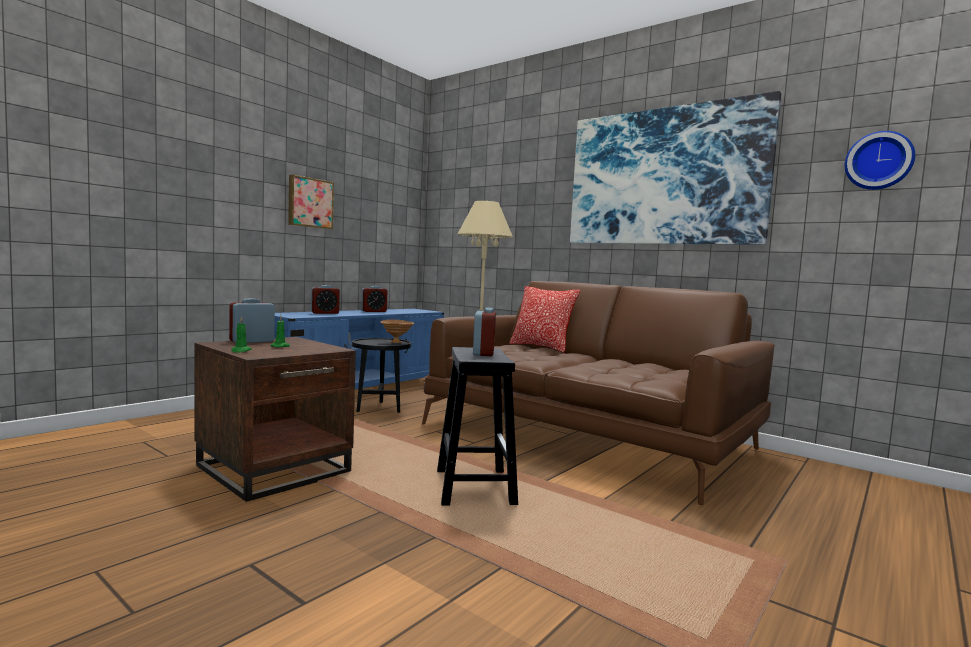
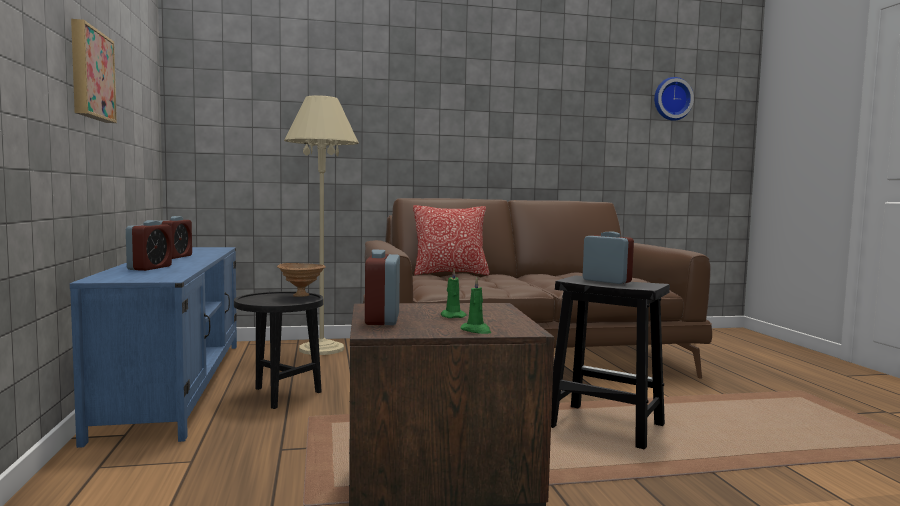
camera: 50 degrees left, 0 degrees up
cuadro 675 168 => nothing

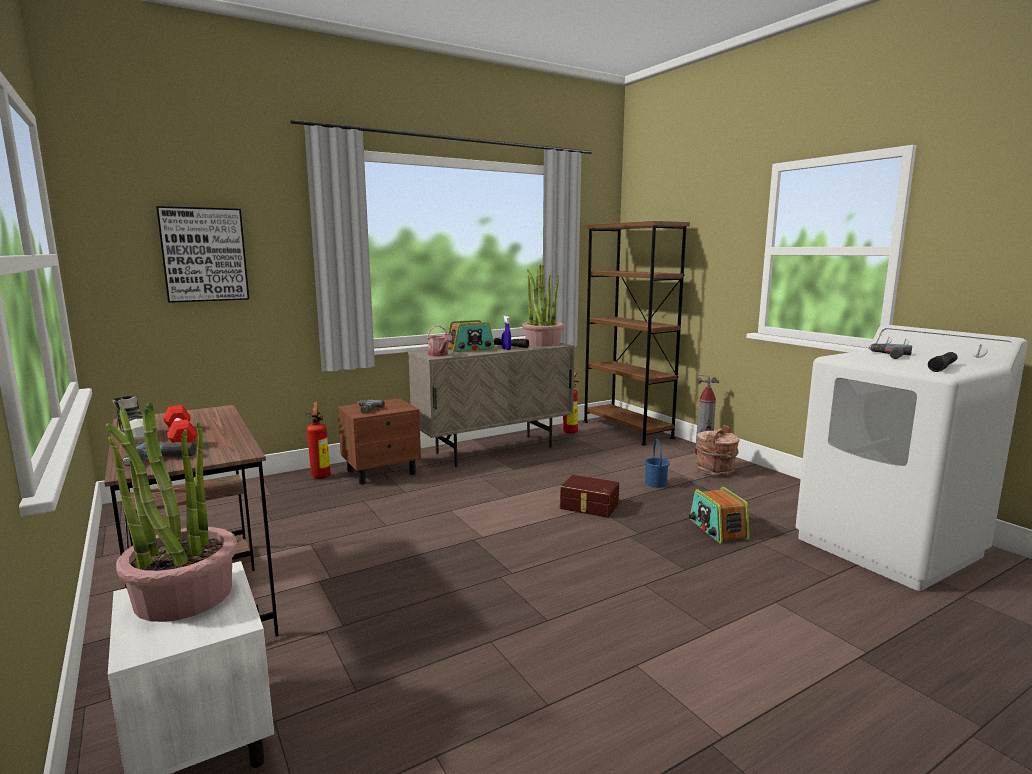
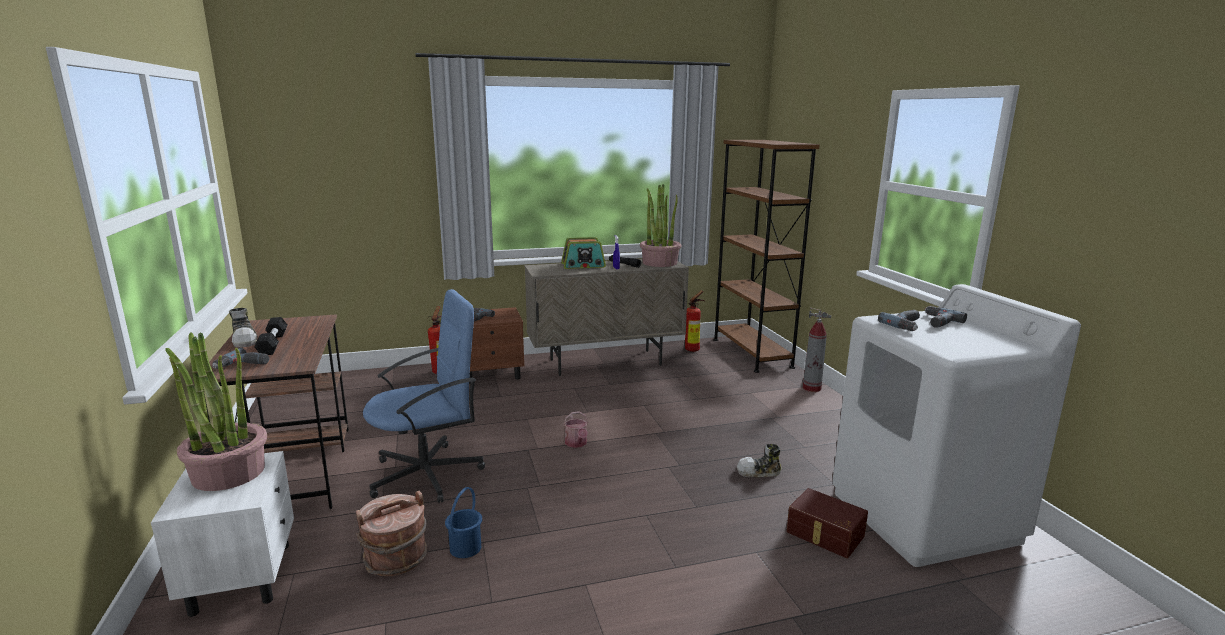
camera: 15 degrees right, 5 degrees up
mancuerna/rojo 180 424 => mancuerna/negro 271 336
cubo/marrón 717 451 => cubo/marrón 391 533, move
nothing => silla de oficina/azul 424 396
cubo/azul 657 463 => cubo/azul 463 522, move
regadera 439 341 => regadera 575 429, move
radio 719 515 => zapato 759 460
caja de almacenaje/marrón 589 496 => caja de almacenaje/marrón 827 523, move
nothing => taladro 899 320
cuadro 202 254 => nothing
linterna/negro 943 362 => nothing

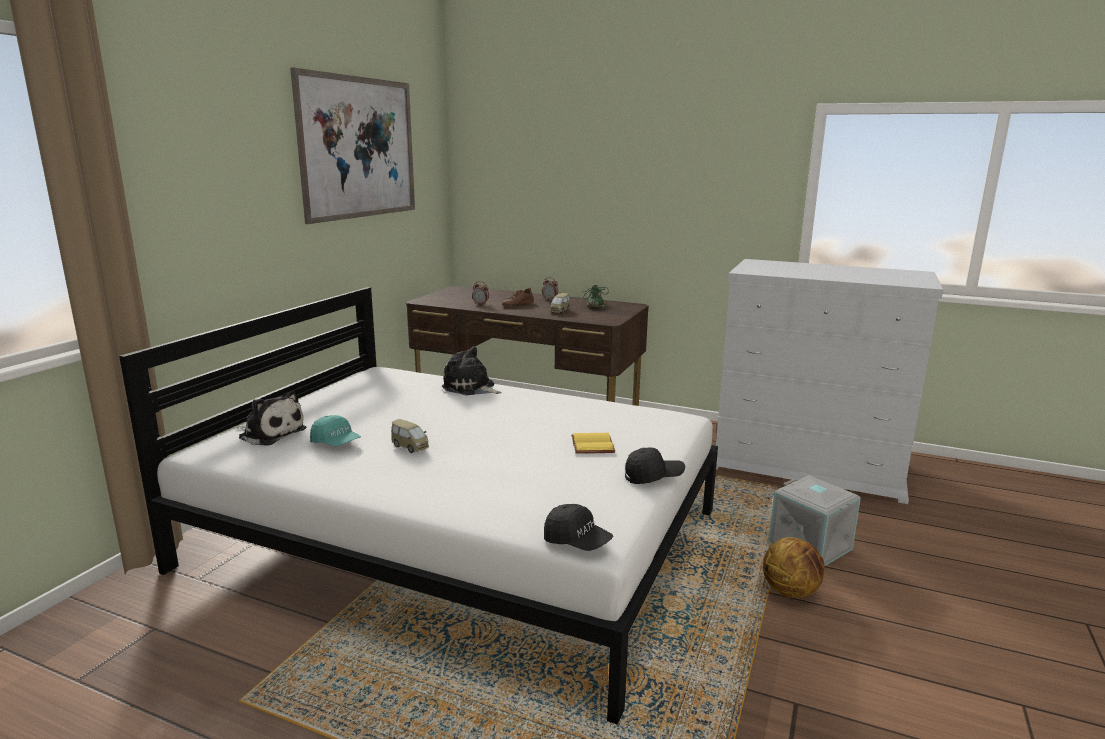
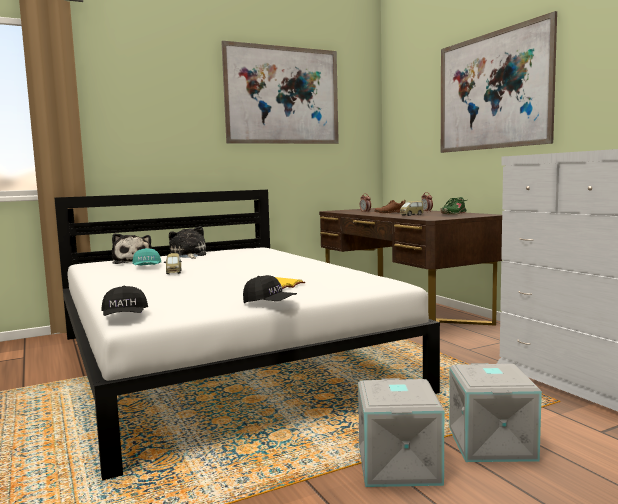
camera: 40 degrees right, 10 degrees down
peluche 472 370 => peluche 187 242, move
balón de baloncesto 794 567 => caja de almacenaje/gris 401 432
nothing => cuadro 499 82

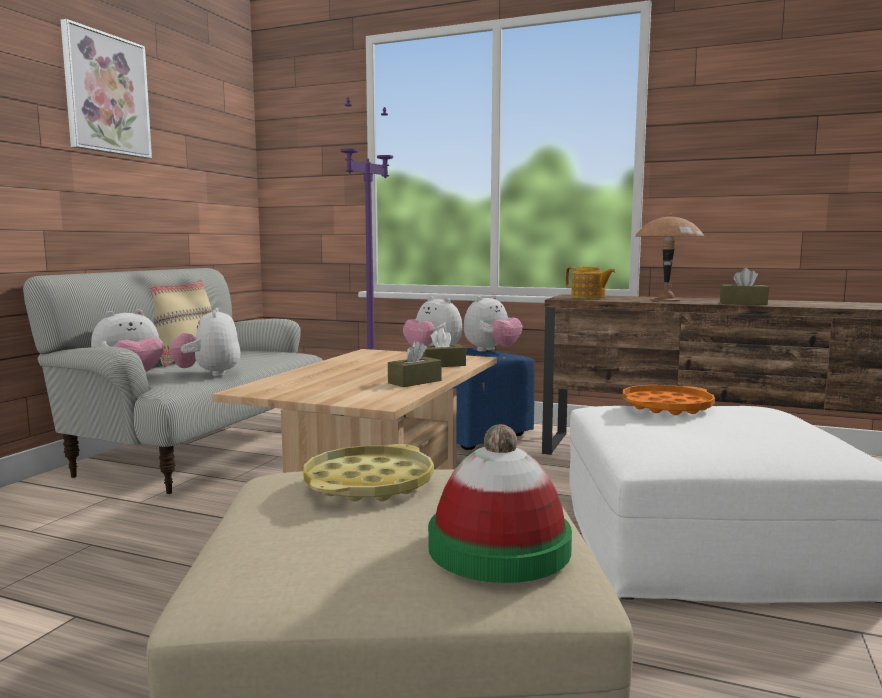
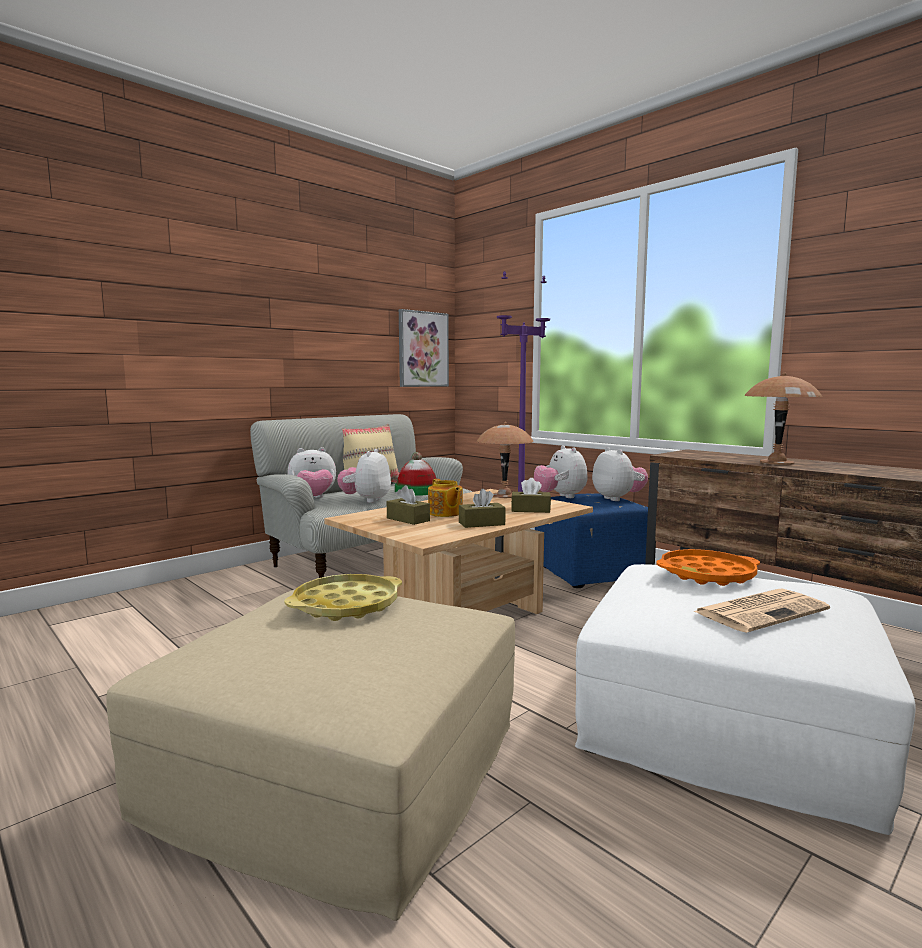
camera: 25 degrees right, 0 degrees up
caja de pañuelos/marrón 744 286 => caja de pañuelos/marrón 408 505, move
sombrero 500 503 => sombrero 416 474, move
cuadro 106 89 => cuadro 424 348, move
tetera 590 282 => tetera 445 498, move
nothing => lámpara de mesa/marrón 505 460
peluche 493 323 => peluche 620 474, 90 degrees counterclockwise
nothing => periódico 761 610

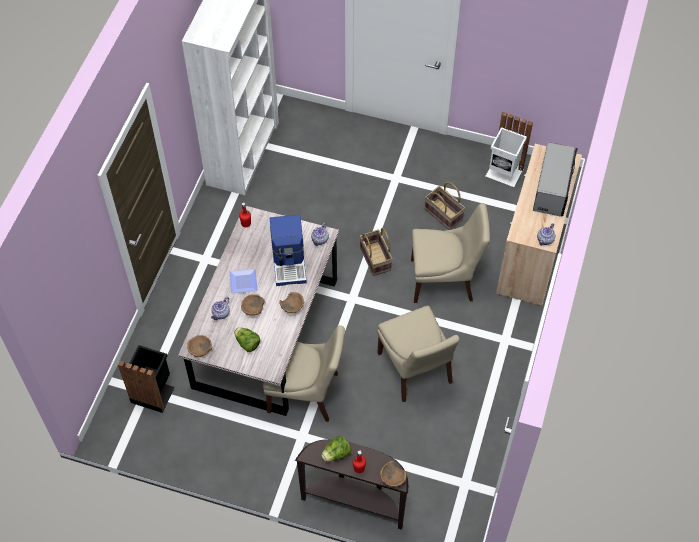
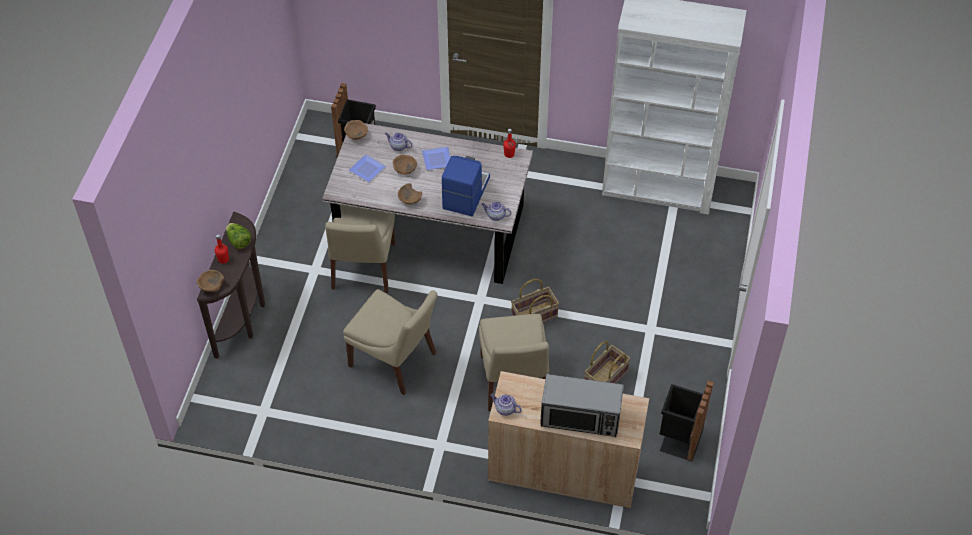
camera: 85 degrees right, 5 degrees down
silla/beis 418 354 => silla/beis 390 342, 120 degrees counterclockwise
lechuga 247 339 => plato 367 168
cafetera 288 250 => cafetera 465 186, 120 degrees clockwise
papelera/blanco 509 149 => papelera/negro 687 420

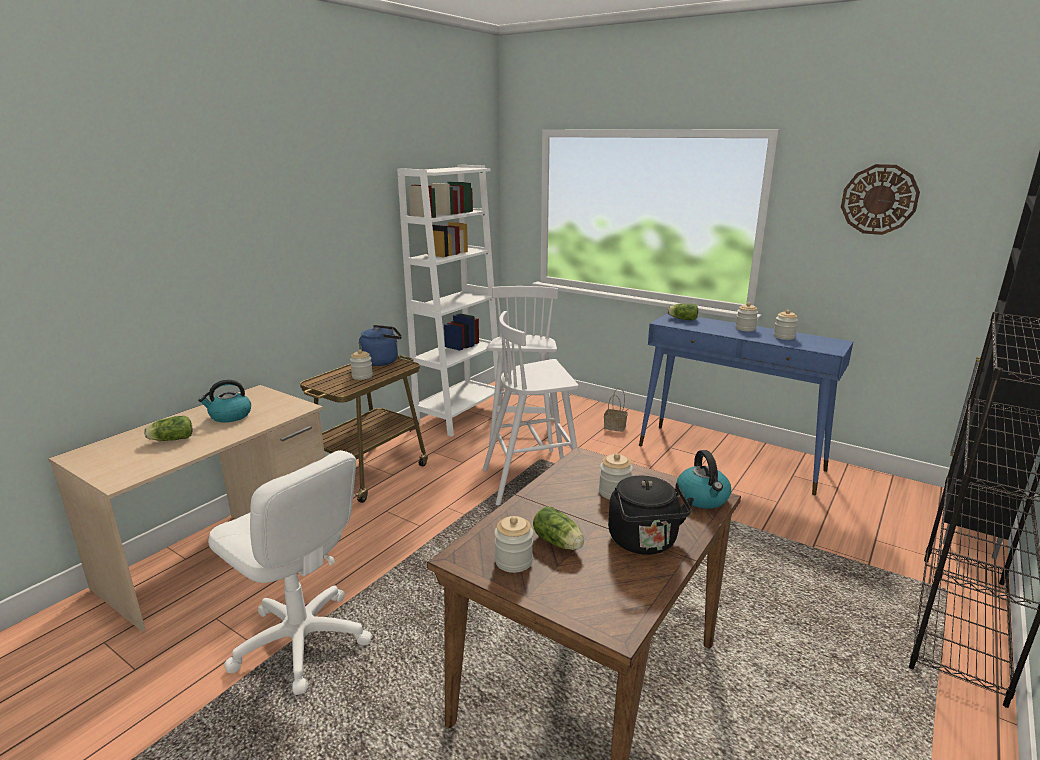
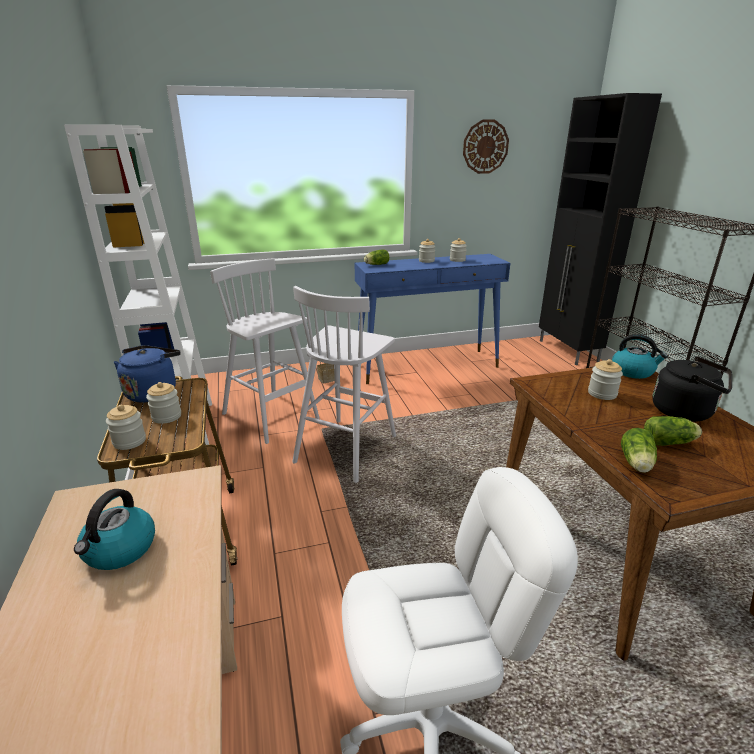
camera: 50 degrees left, 5 degrees up
tarro 513 544 => tarro 126 427, move
lechuga 168 428 => lechuga 639 450, move

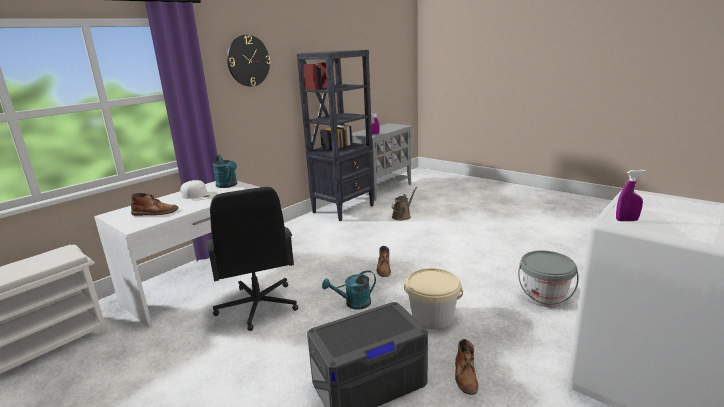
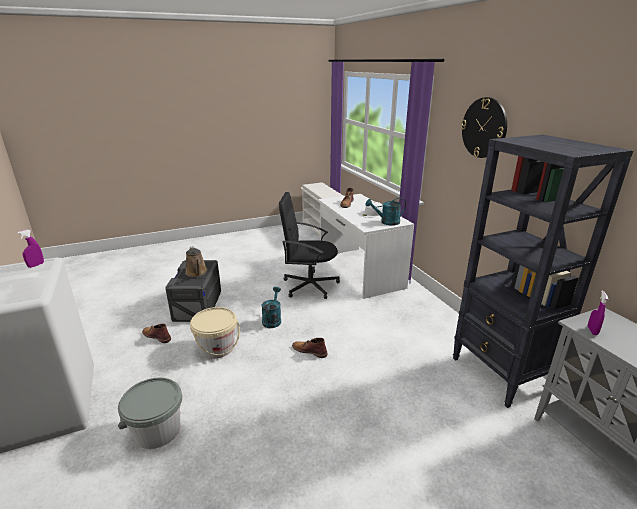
camera: 115 degrees right, 5 degrees up
regadera/marrón 404 203 => regadera/marrón 196 261, move

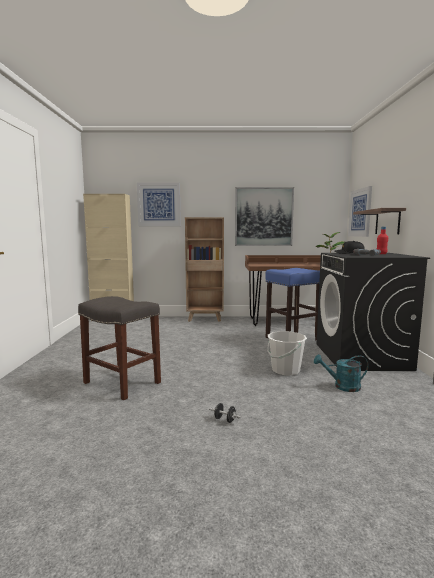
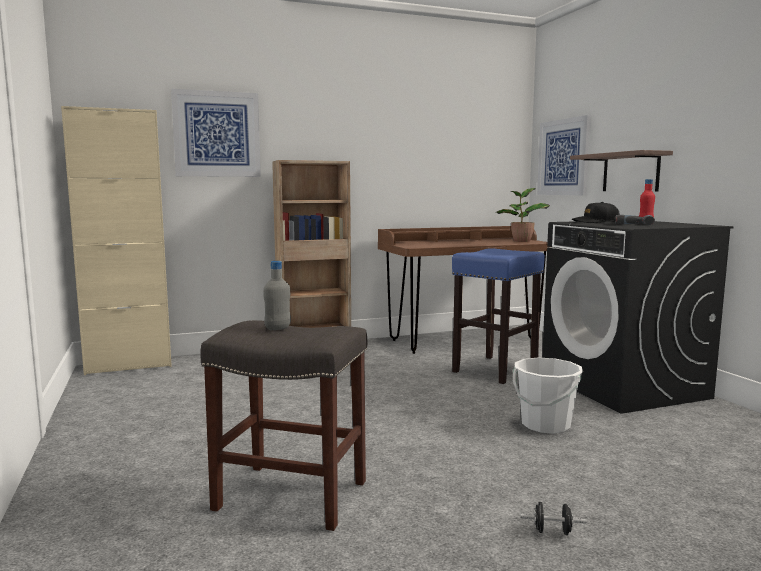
camera: 20 degrees left, 0 degrees up
nothing => botella/gris 277 295
cuadro 264 216 => nothing
regadera/turquesa 341 373 => nothing

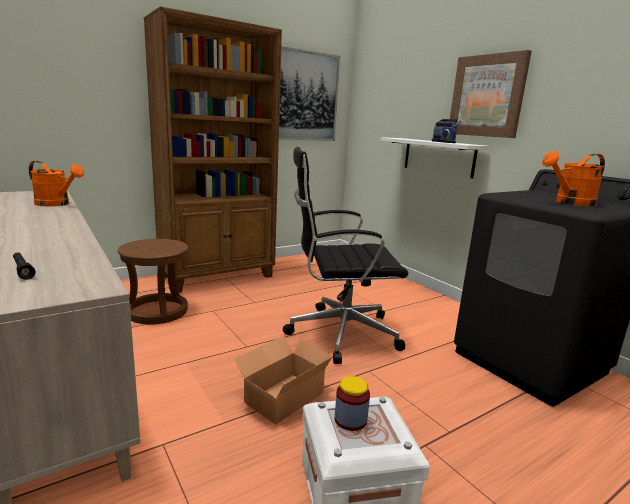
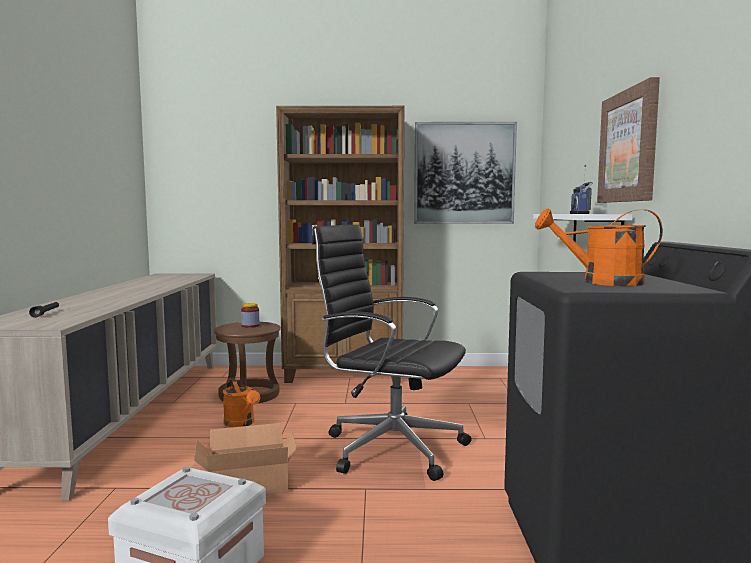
camera: 35 degrees right, 10 degrees down
regadera/naranja 56 183 => regadera/naranja 241 402, move
tarro 352 403 => tarro 250 315, move

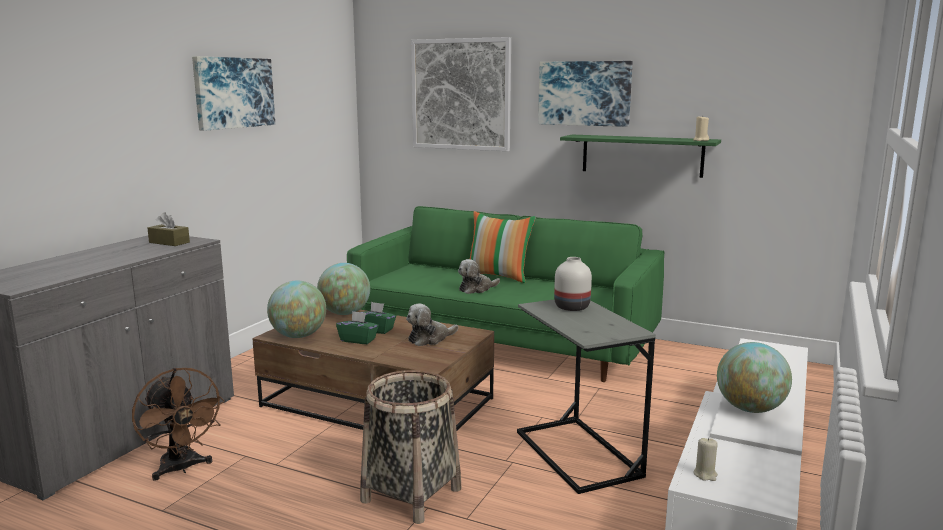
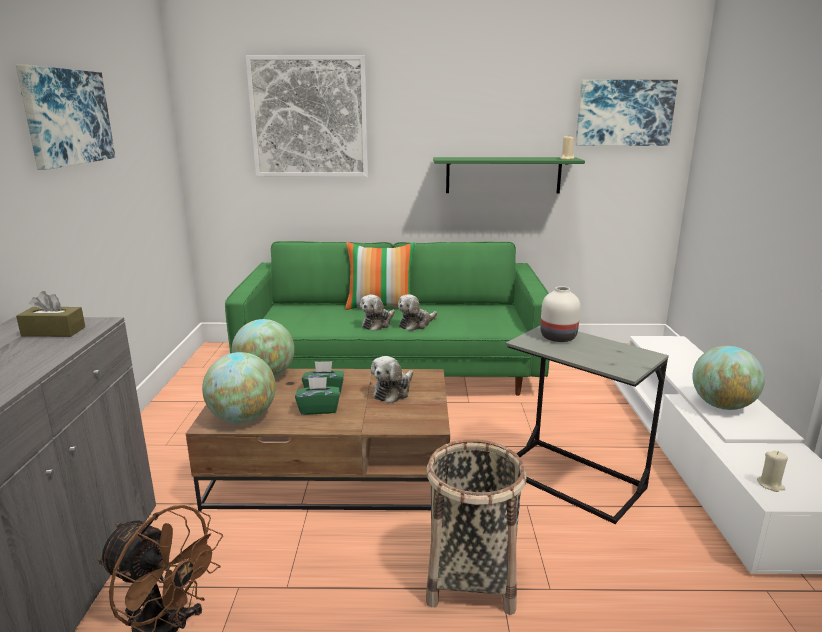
camera: 25 degrees left, 5 degrees up
nothing => peluche 417 312
cuadro 585 94 => cuadro 627 113, move

